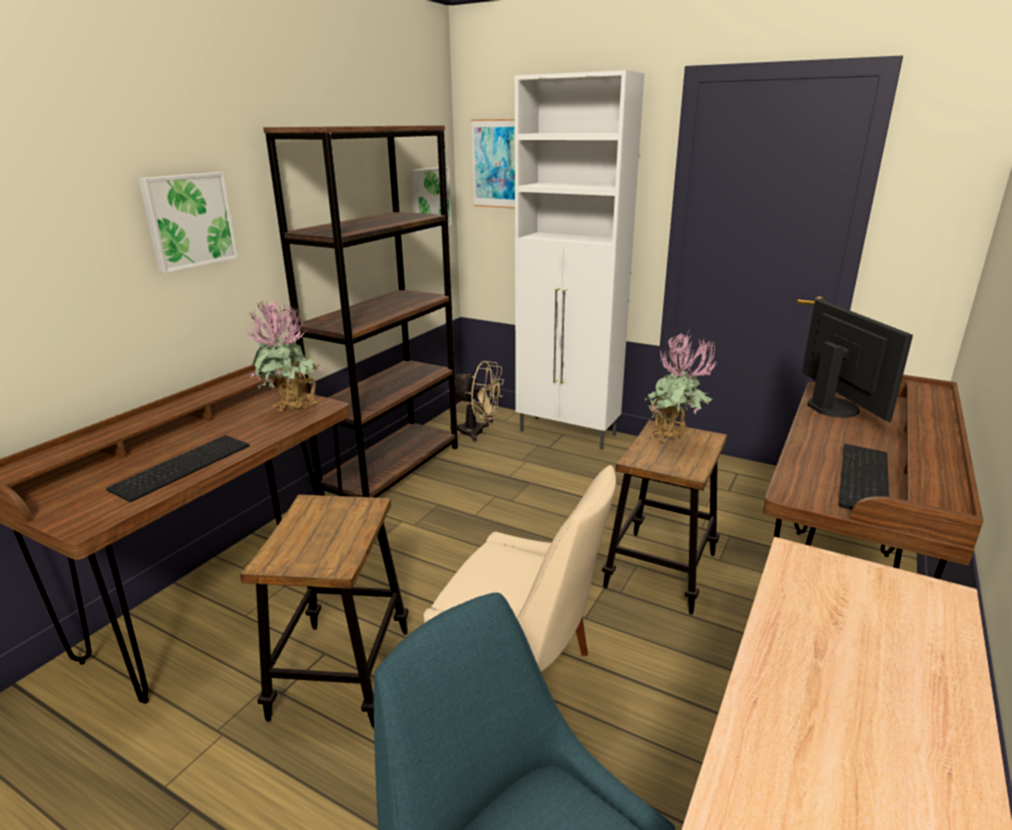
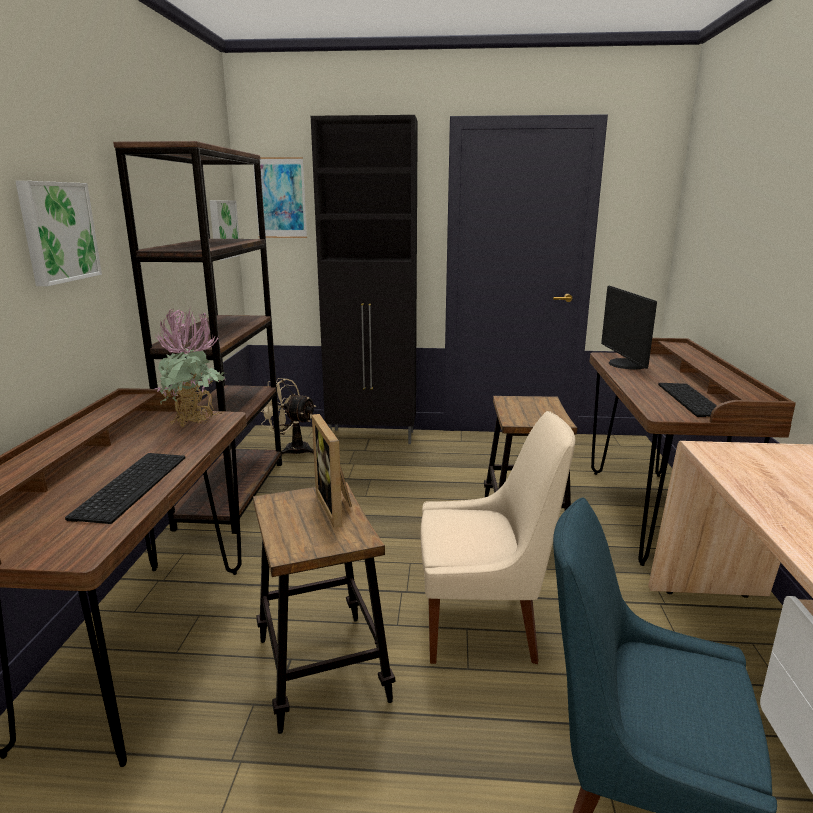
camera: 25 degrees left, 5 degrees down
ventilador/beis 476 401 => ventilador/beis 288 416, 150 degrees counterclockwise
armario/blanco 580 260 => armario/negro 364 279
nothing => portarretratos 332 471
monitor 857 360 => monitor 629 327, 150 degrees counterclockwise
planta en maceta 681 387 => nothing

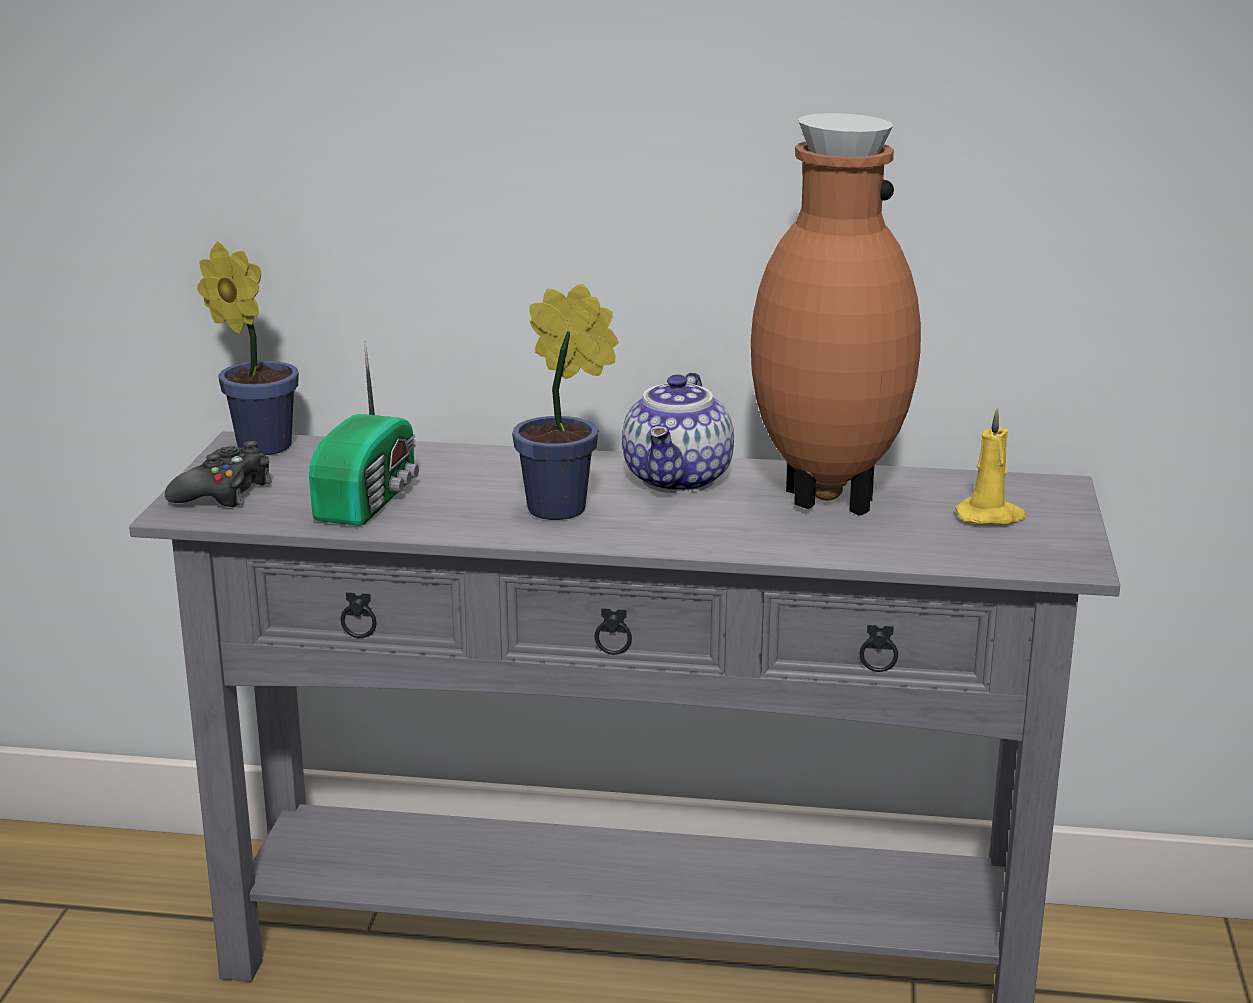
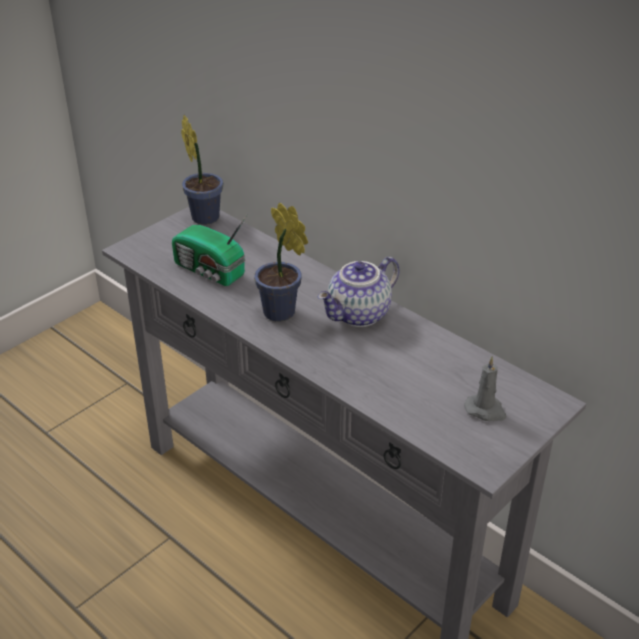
camera: 35 degrees right, 15 degrees up
radio 364 433 => radio 209 250, 75 degrees clockwise
vela/amarillo 990 466 => vela/gris 485 388
mando de consola/negro 218 474 => nothing
florero/marrón 836 314 => nothing

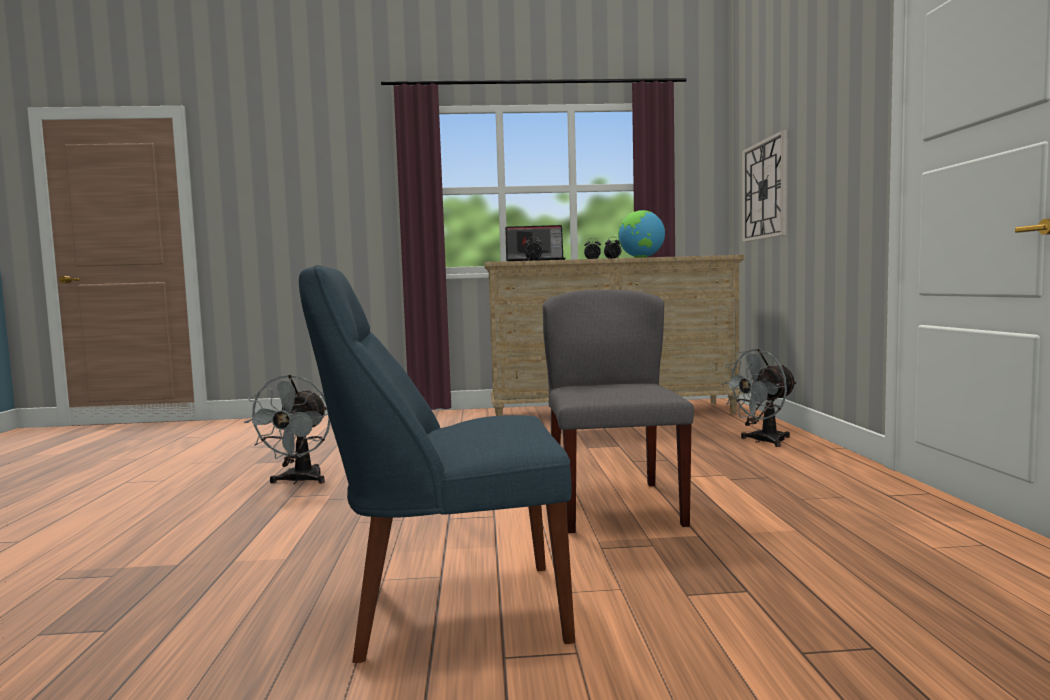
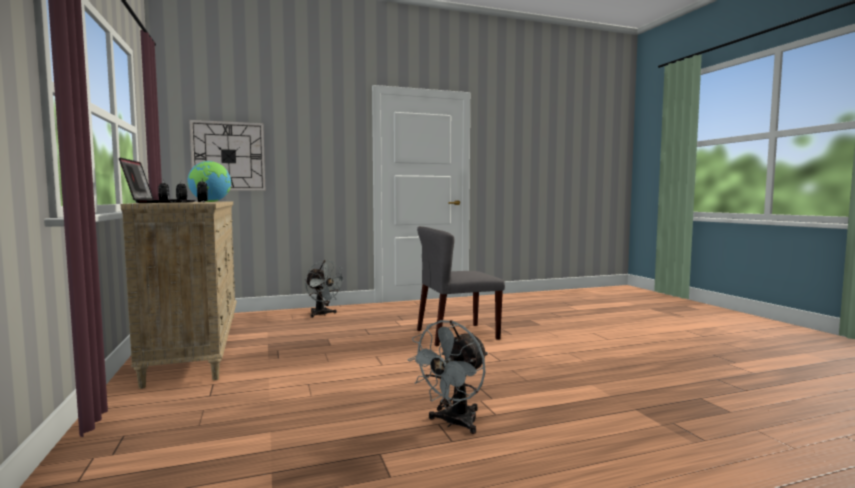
camera: 105 degrees left, 0 degrees up
ventilador/gris 287 429 => ventilador/gris 448 377, 135 degrees clockwise
silla/azul 437 464 => nothing

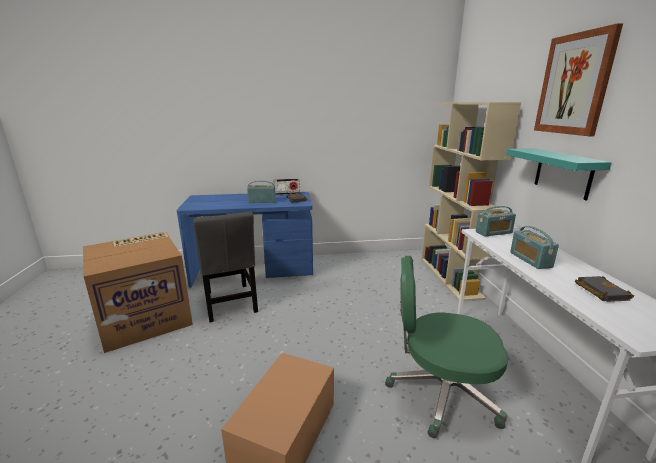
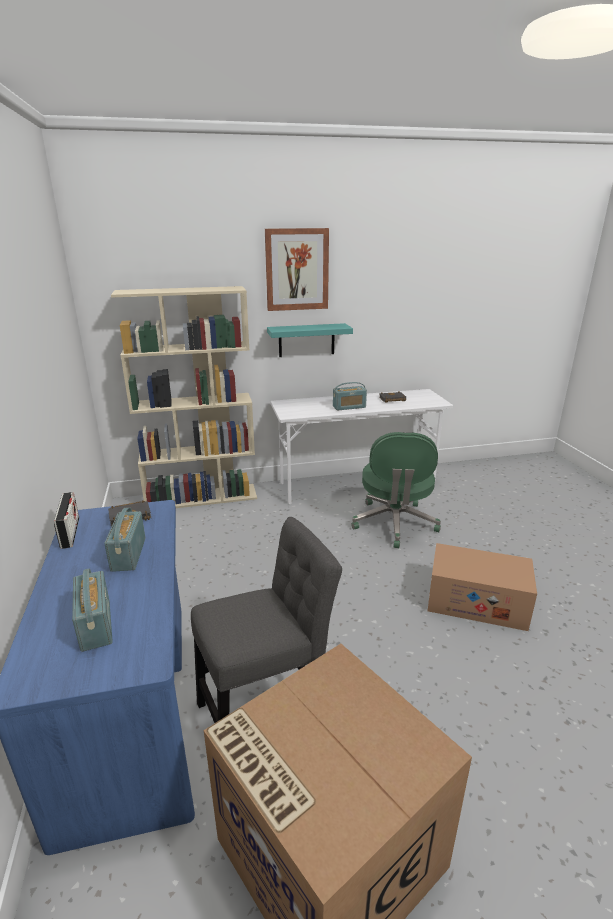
camera: 95 degrees left, 5 degrees up
radio 496 221 => radio 92 610, move

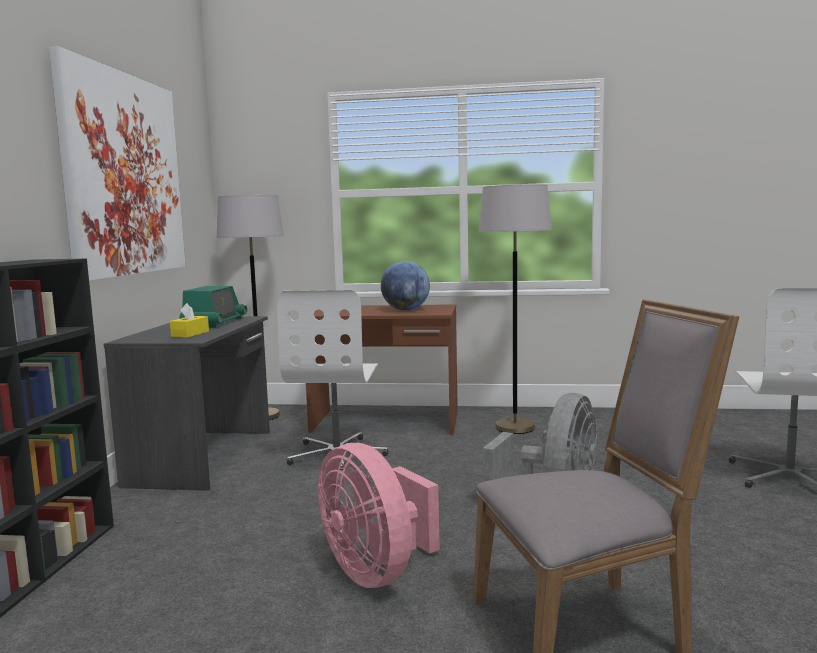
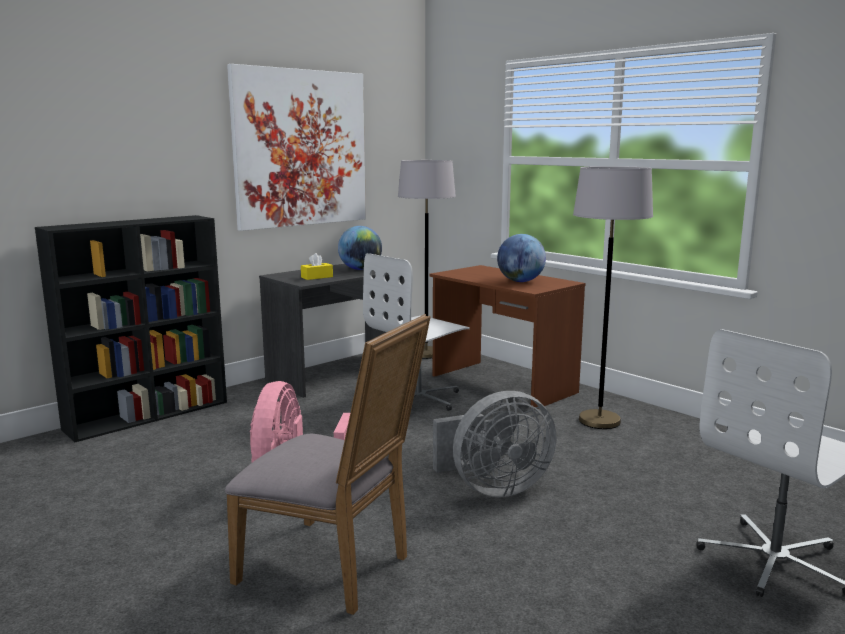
camera: 40 degrees right, 5 degrees up
radio 213 307 => globo terráqueo 360 248

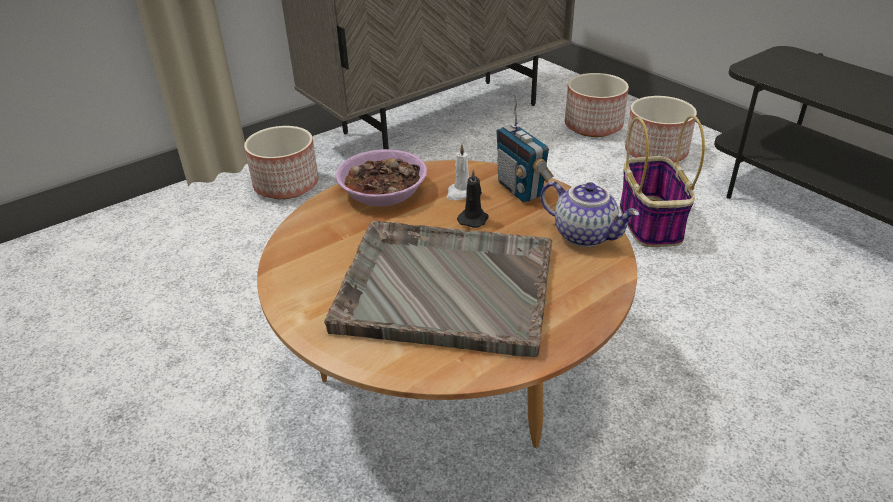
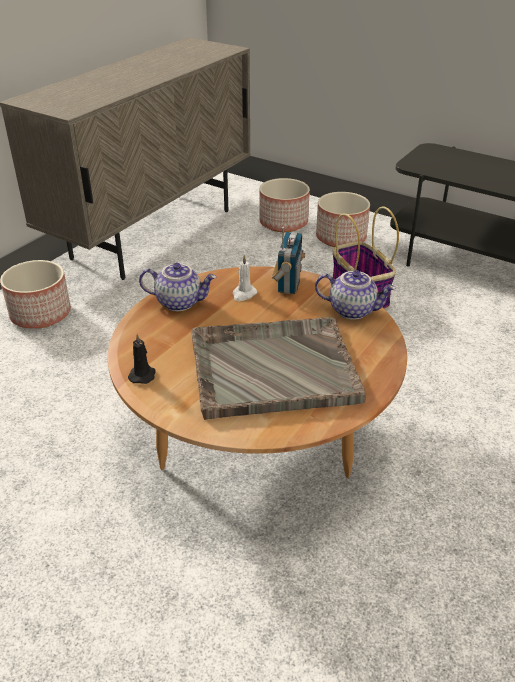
camera: 20 degrees left, 0 degrees up
vela/negro 473 198 => vela/negro 142 359, move
cuenco 381 177 => tetera 177 287
radio 525 148 => radio 288 260, 120 degrees counterclockwise

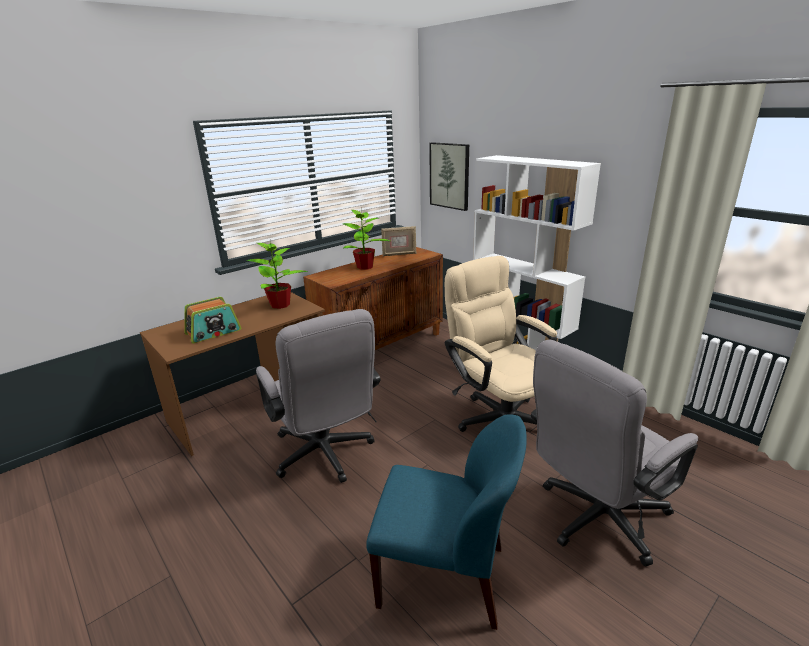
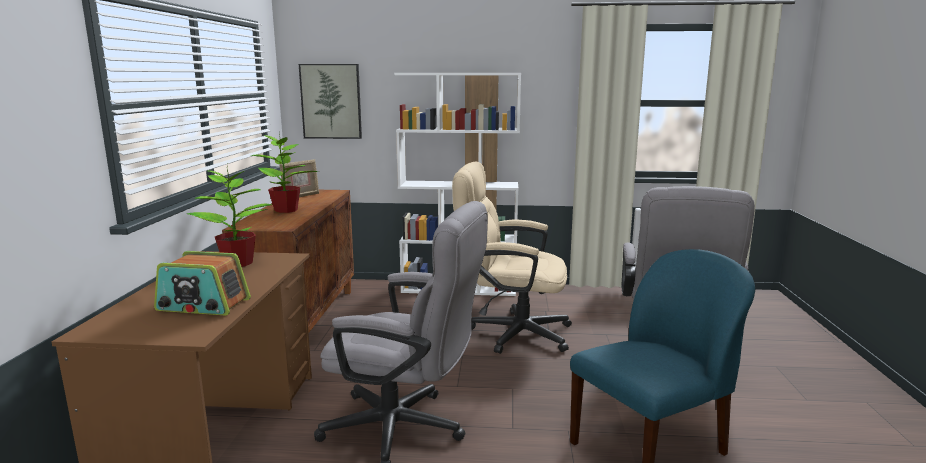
camera: 45 degrees left, 10 degrees down
radio 212 320 => radio 202 283, 90 degrees clockwise

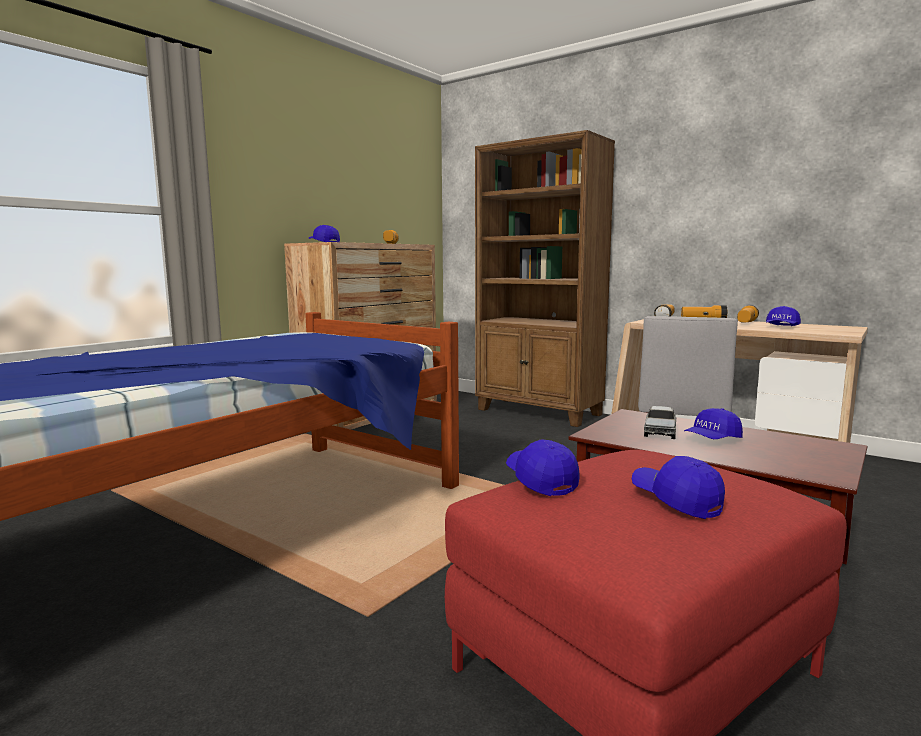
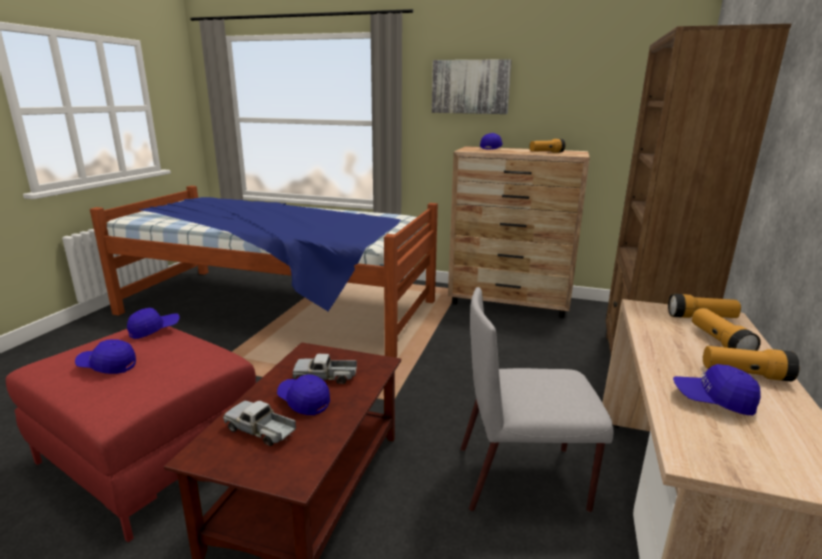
camera: 70 degrees right, 10 degrees up
gorra/azul 678 487 => gorra/azul 105 356, 120 degrees counterclockwise
nothing => camión de juguete 259 423
nothing => cuadro 472 86

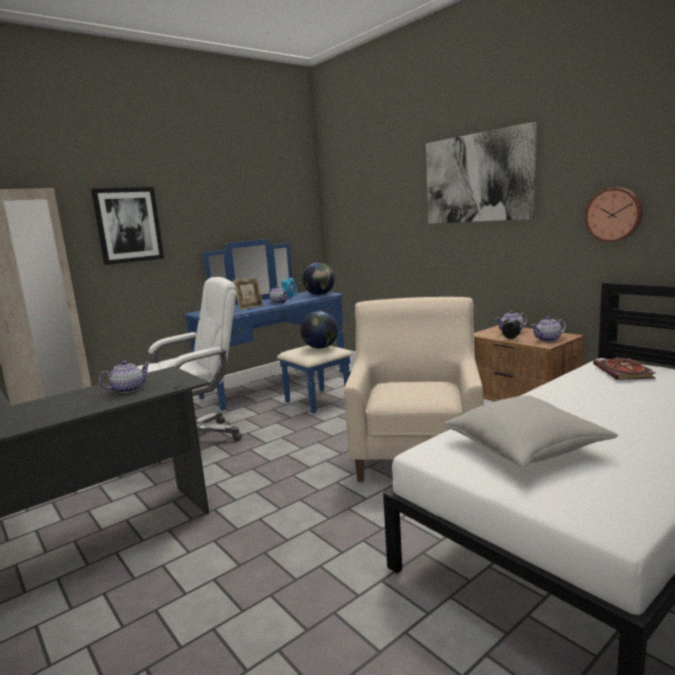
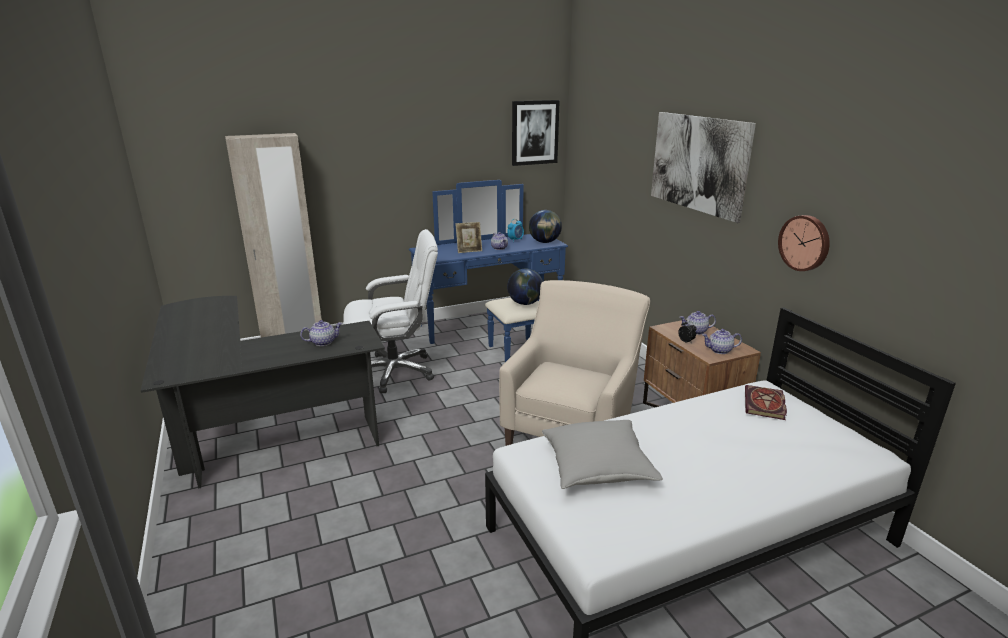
camera: 15 degrees right, 10 degrees up
cuadro 127 226 => cuadro 536 133, move

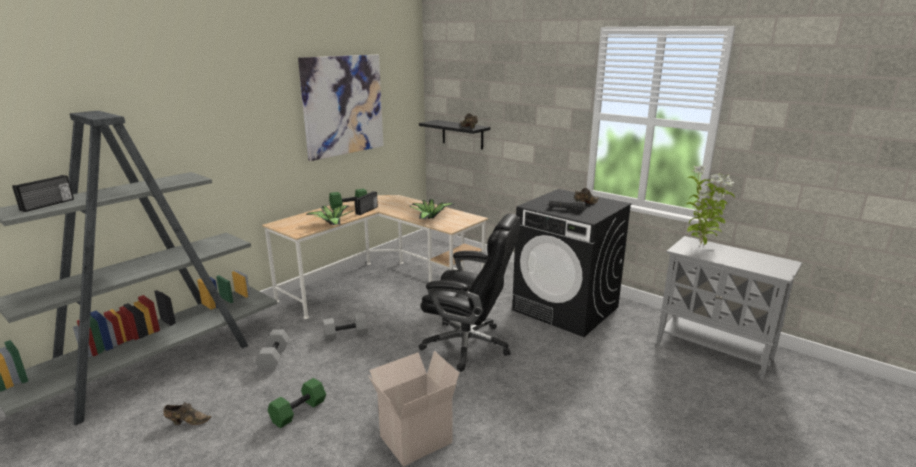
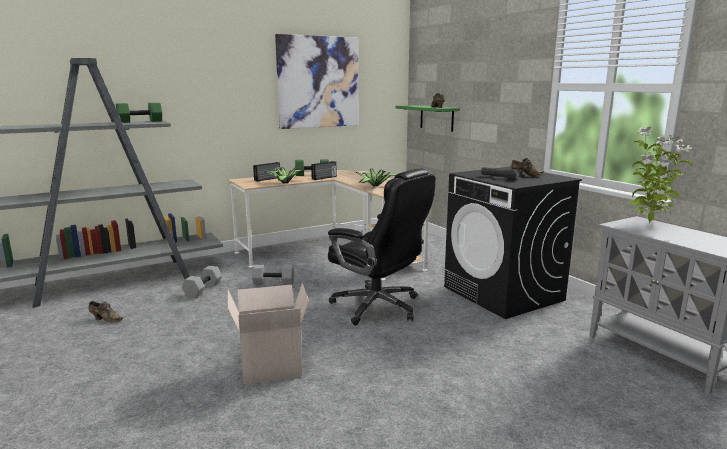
camera: 20 degrees right, 5 degrees down
mancuerna/verde 297 403 => mancuerna/verde 139 113, move
radio 43 193 => radio 266 171, move
estante/negro 455 135 => estante/verde 428 118

